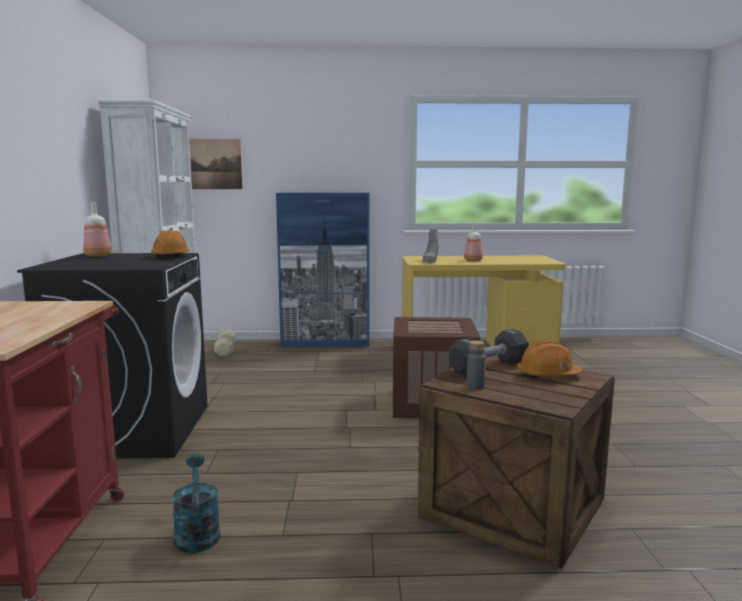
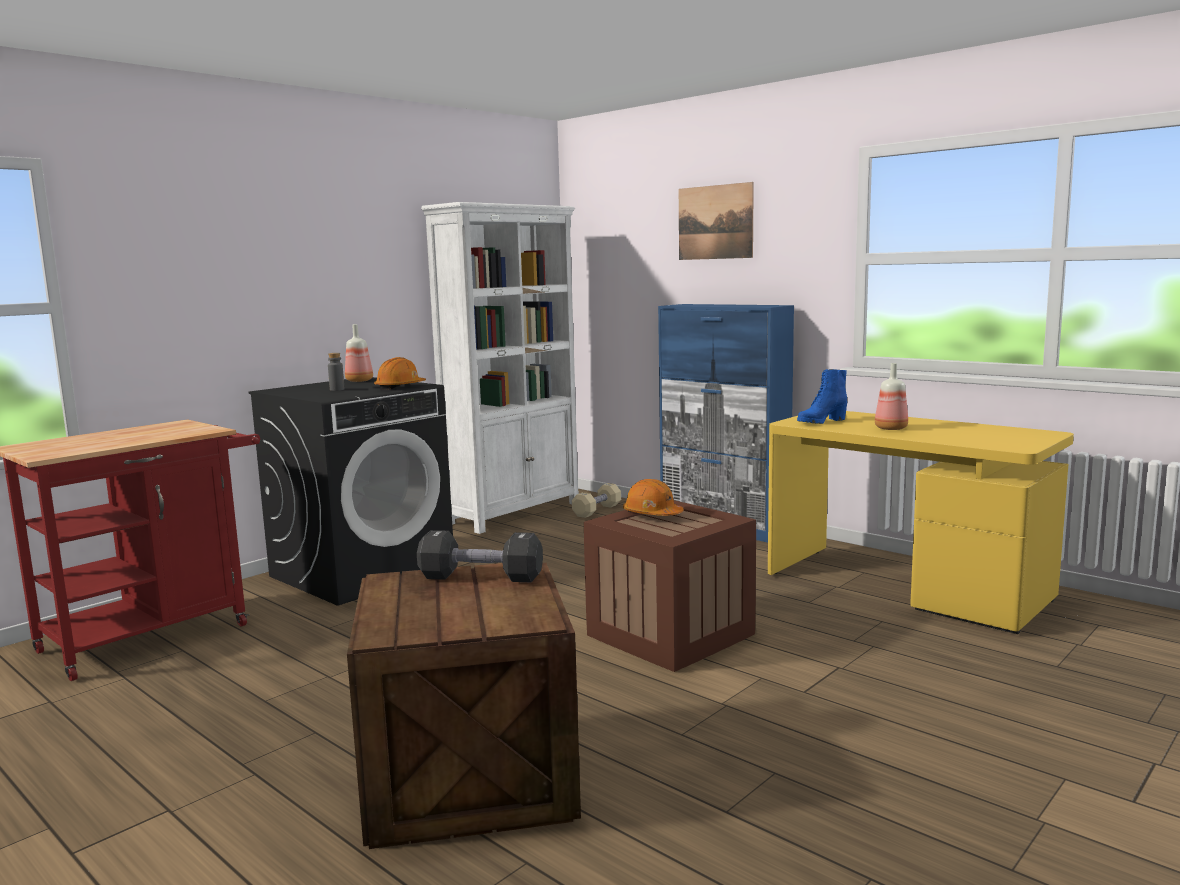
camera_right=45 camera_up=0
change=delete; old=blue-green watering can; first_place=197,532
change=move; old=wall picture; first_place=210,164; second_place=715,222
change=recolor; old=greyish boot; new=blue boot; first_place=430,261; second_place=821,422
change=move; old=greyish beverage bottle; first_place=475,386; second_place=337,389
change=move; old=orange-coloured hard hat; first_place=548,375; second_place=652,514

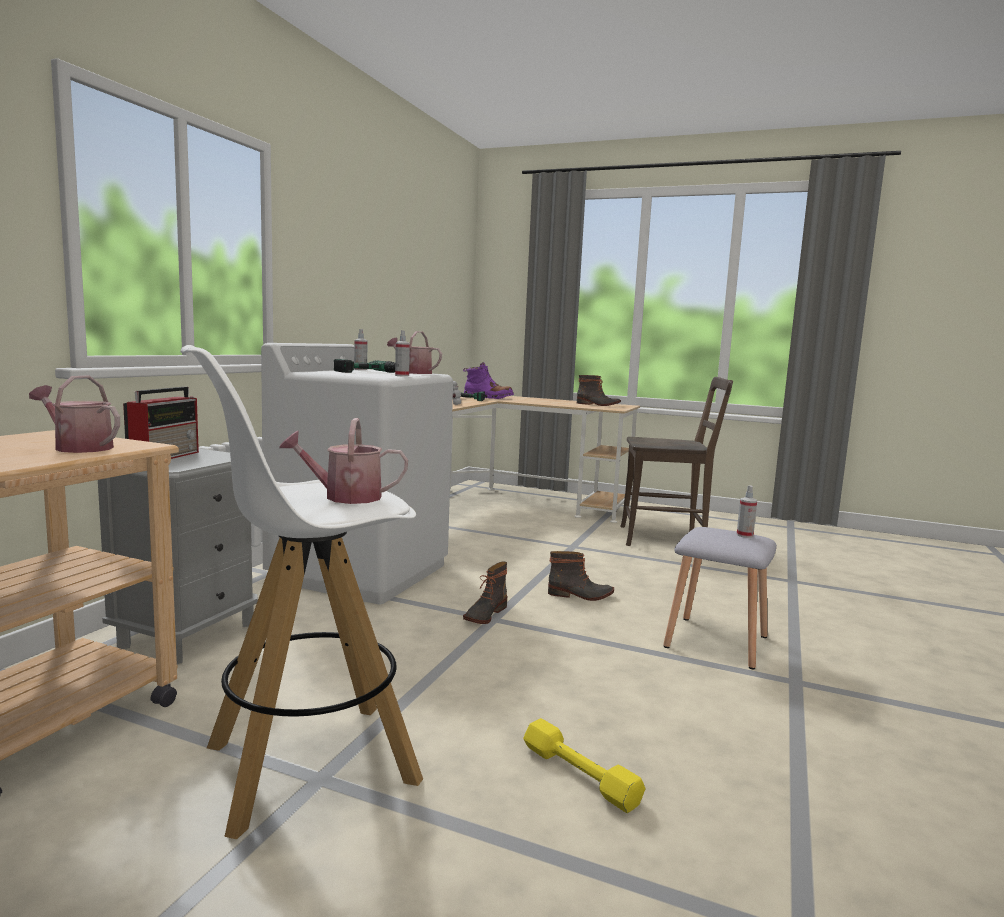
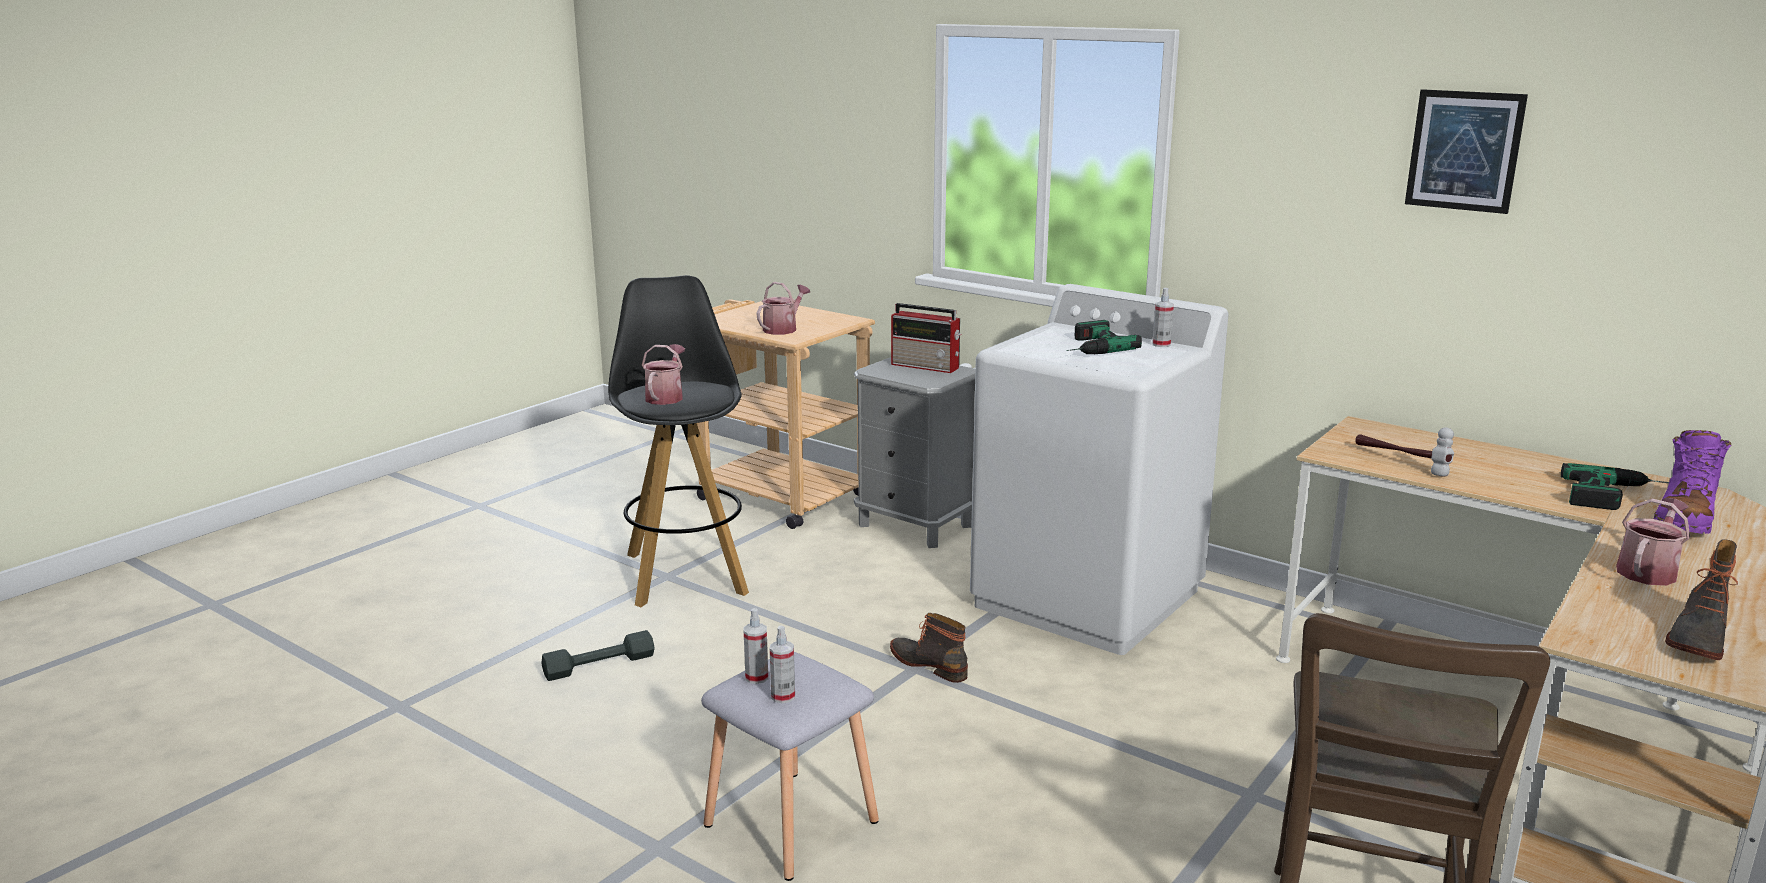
camera_right=105 camera_up=10
change=recolor; old=white-coloured sitting stool; new=black-coloured sitting stool; first_place=308,764; second_place=686,572
change=move; old=watering can; first_place=414,372; second_place=1648,570
change=move; old=sprayer; first_place=402,376; second_place=757,677
change=recolor; old=yellow-coloured dumbbell; new=greyish dumbbell; first_place=579,775; second_place=599,665
change=delete; old=boot; first_place=580,595
change=insert; new=wall picture; second_place=1464,151

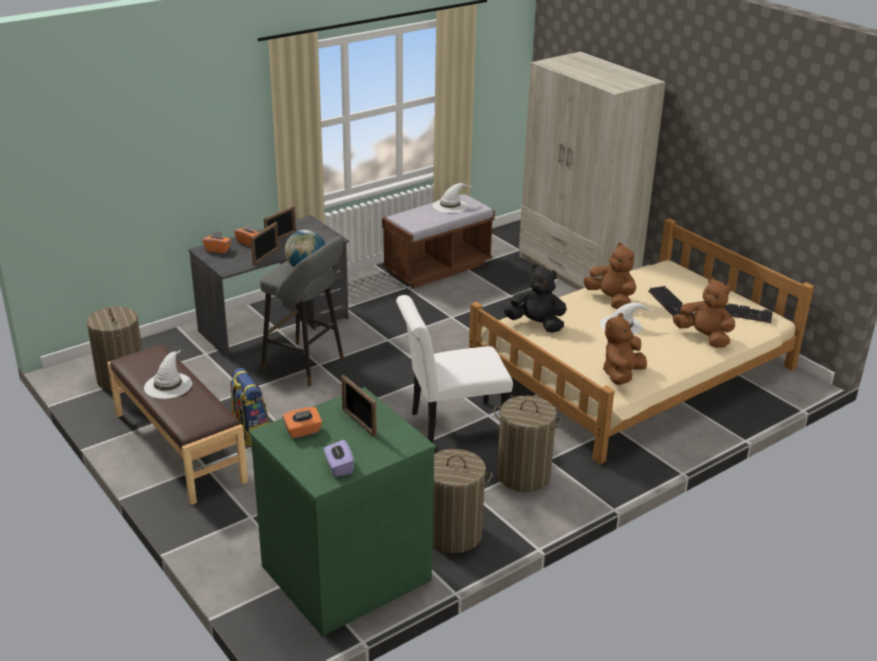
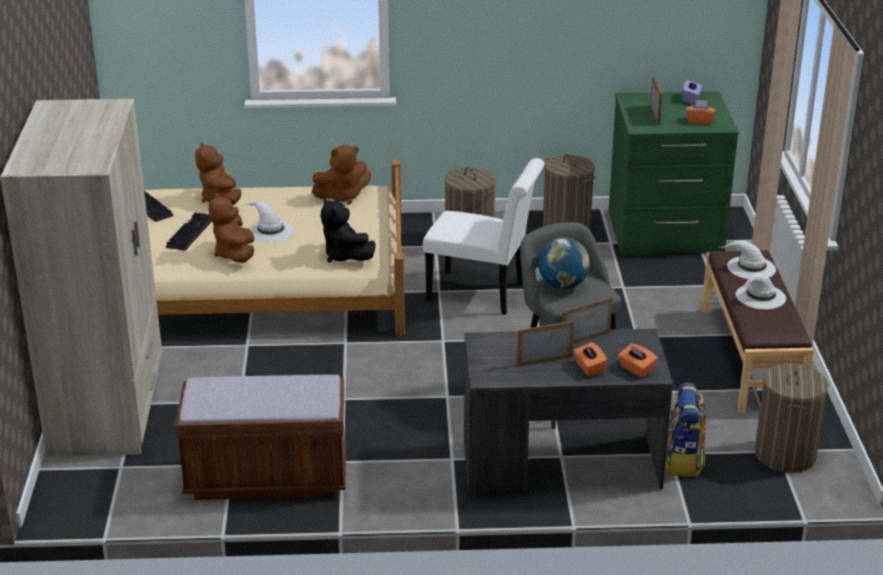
camera_right=-145 camera_up=0
change=move; old=rucksack; first_place=249,433; second_place=683,461
change=move; old=white-coloured hat; first_place=450,205; second_place=750,268

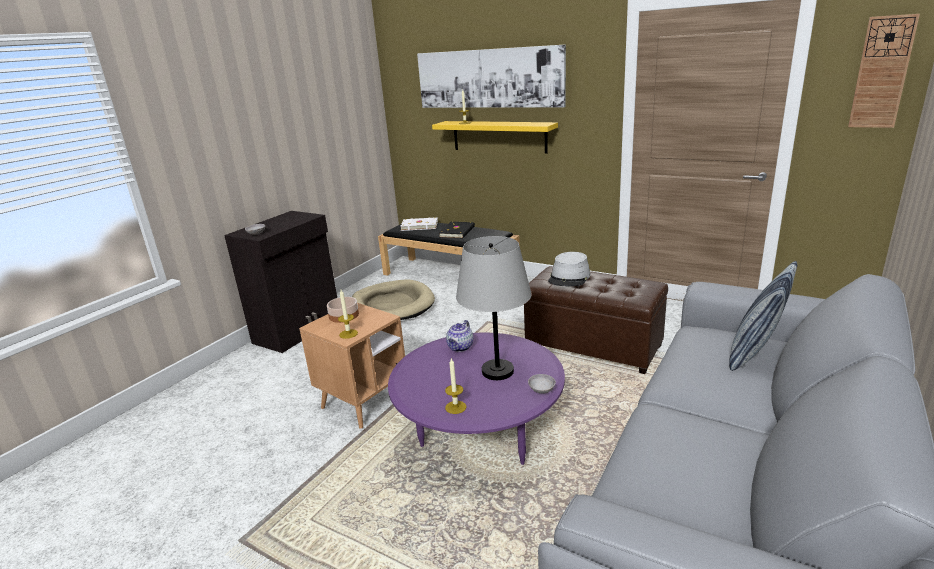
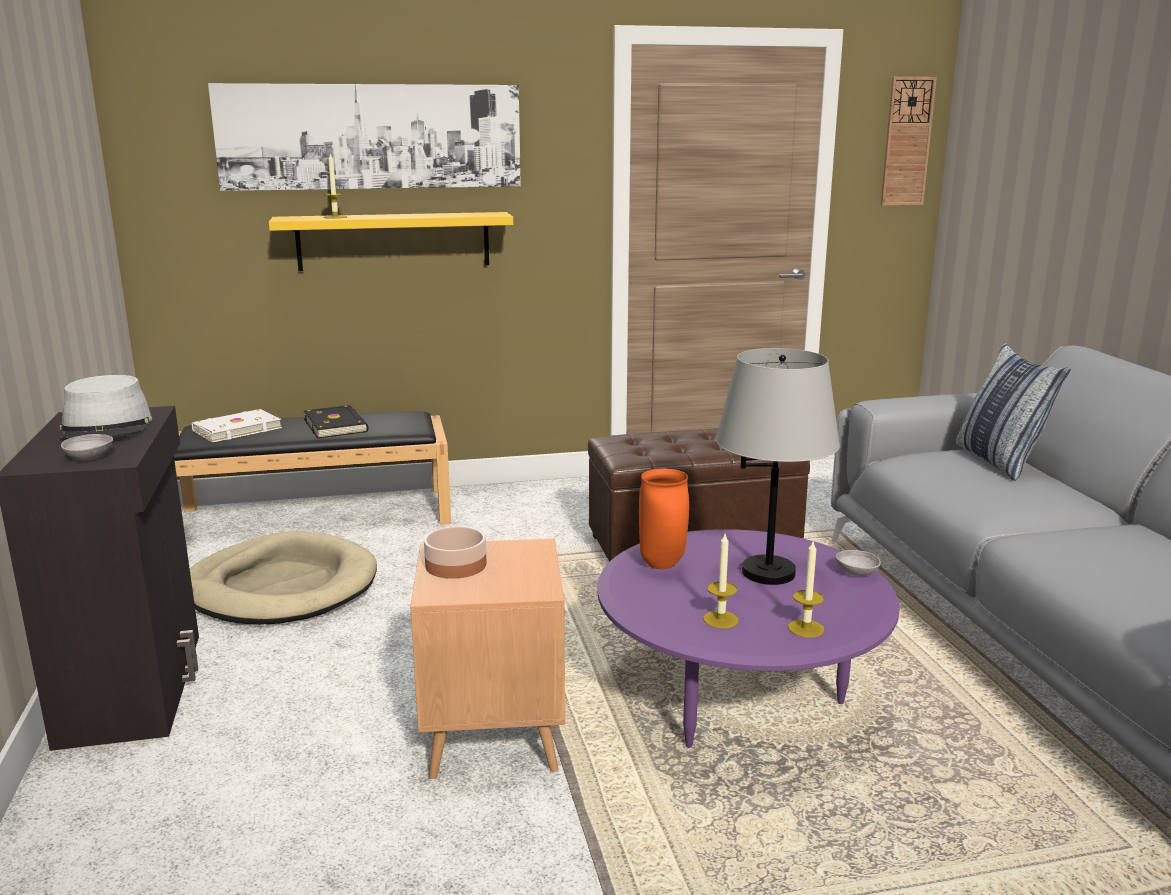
camera_right=-45 camera_up=-5
change=move; old=candle; first_place=348,334; second_place=720,619
change=replace; old=pot for tea; new=orange-coloured vase; first_place=460,347; second_place=663,564
change=move; old=greyish hat; first_place=569,277; second_place=107,427

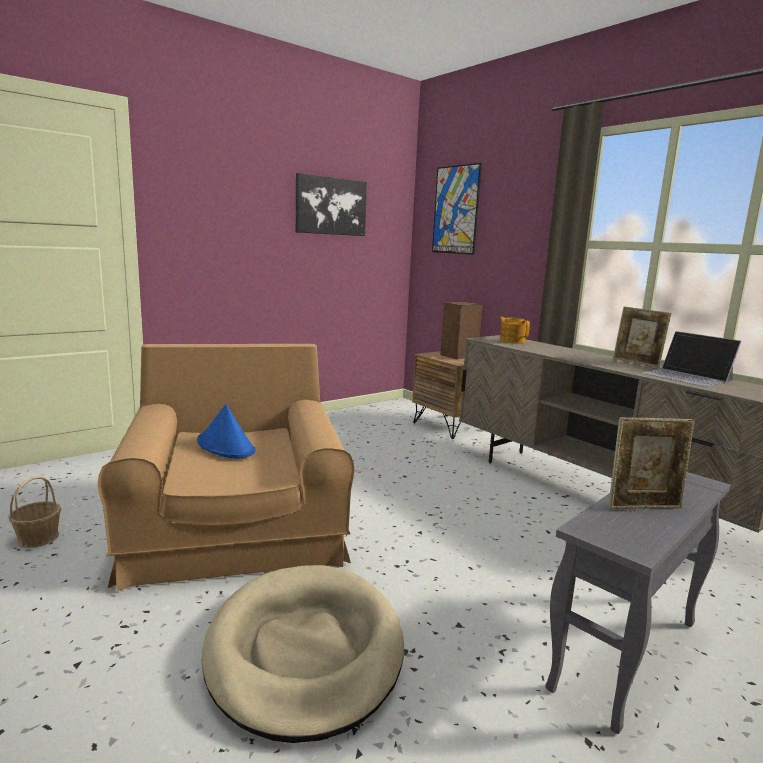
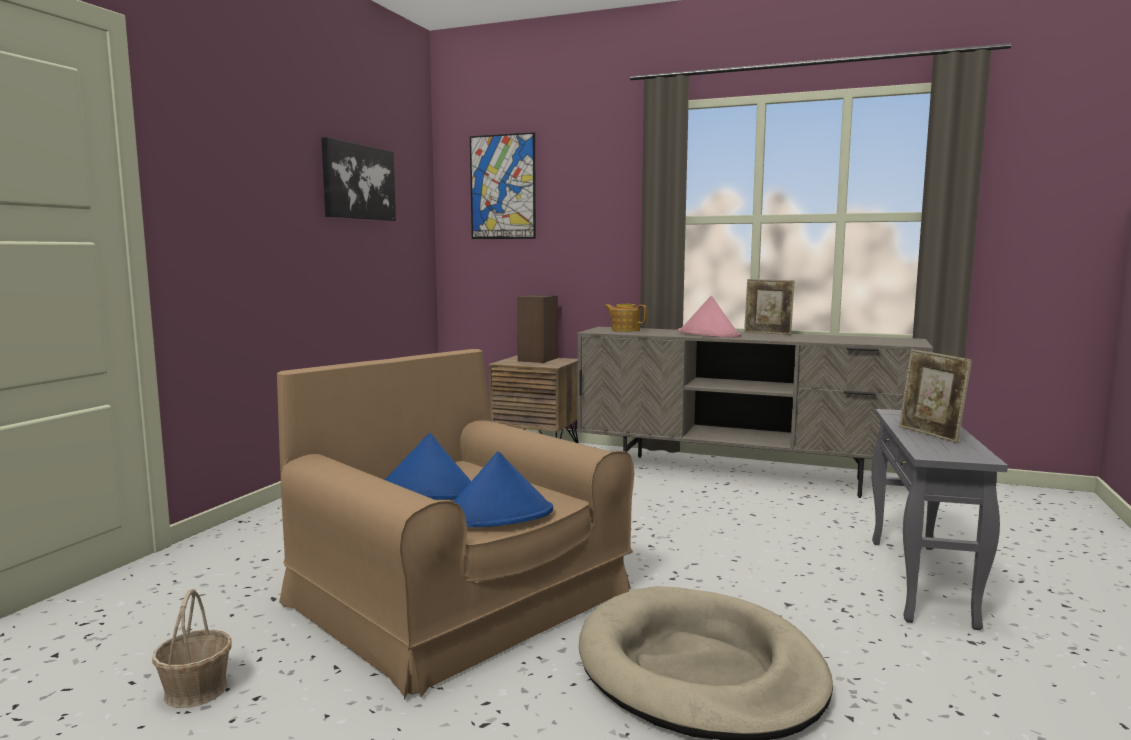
camera_right=-30 camera_up=-5
change=rotate; old=picture frame; first_place=644,506; second_place=930,435; degrees=105
change=delete; old=laptop; first_place=687,377
change=insert; new=blue hat; second_place=497,515
change=insert; new=pink-coloured hat; second_place=709,334

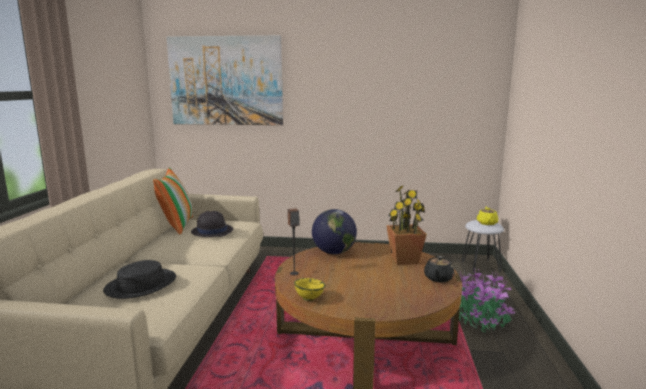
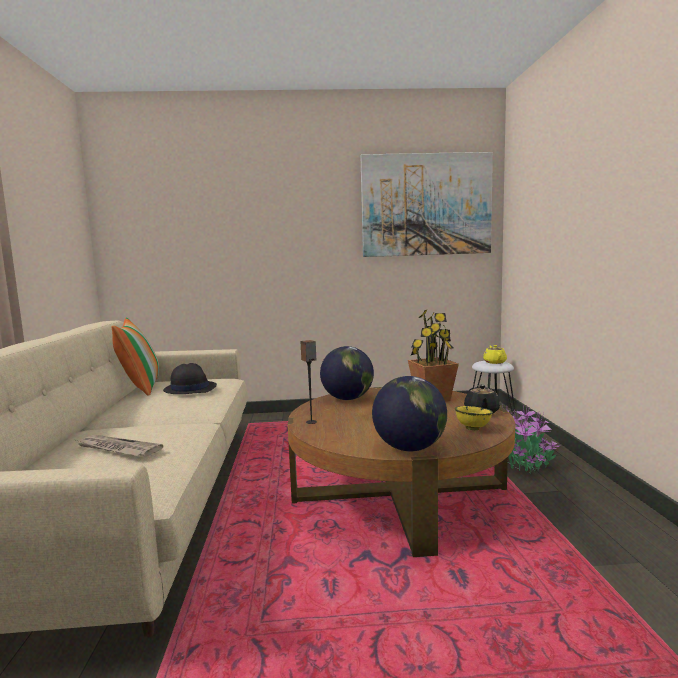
camera_right=-10 camera_up=-5
change=replace; old=black-coloured hat; new=newspaper; first_place=141,284; second_place=117,448
change=move; old=wall picture; first_place=226,81; second_place=426,205
change=move; old=yellow-coloured bowl; first_place=309,298; second_place=472,428
change=insert; new=globe; second_place=409,448

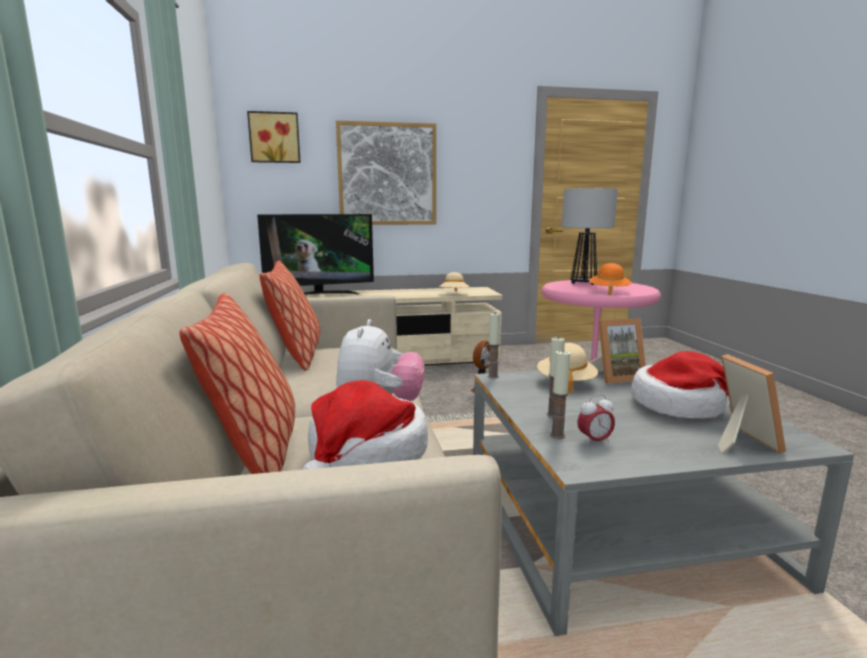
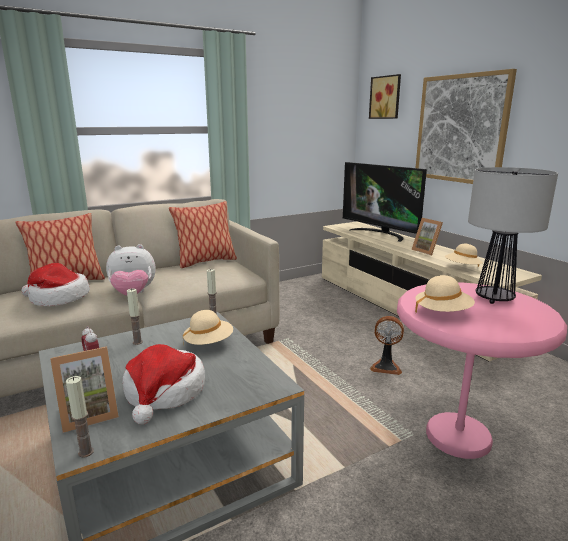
camera_right=70 camera_up=5
change=move; old=candle; first_place=557,435; second_place=86,452
change=recolor; old=orange-coloured hat; new=beige-coloured hat; first_place=608,292; second_place=442,312
change=move; old=picture frame; first_place=616,377; second_place=427,251

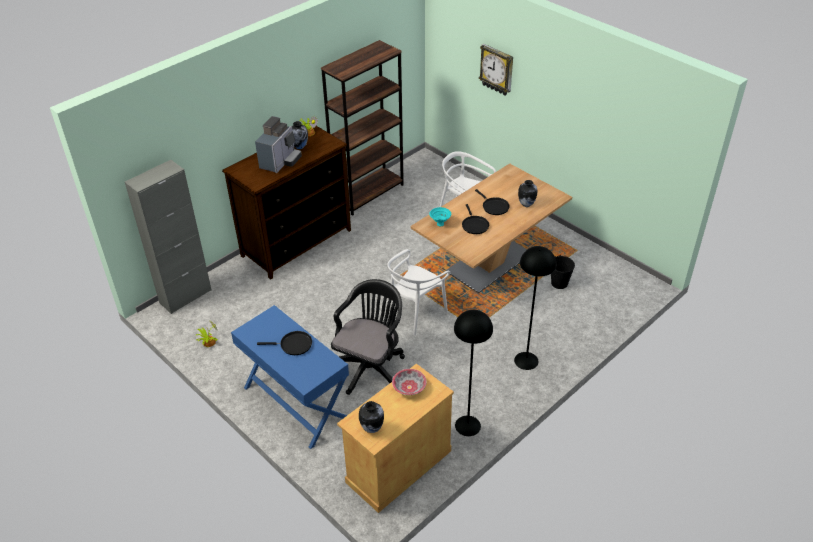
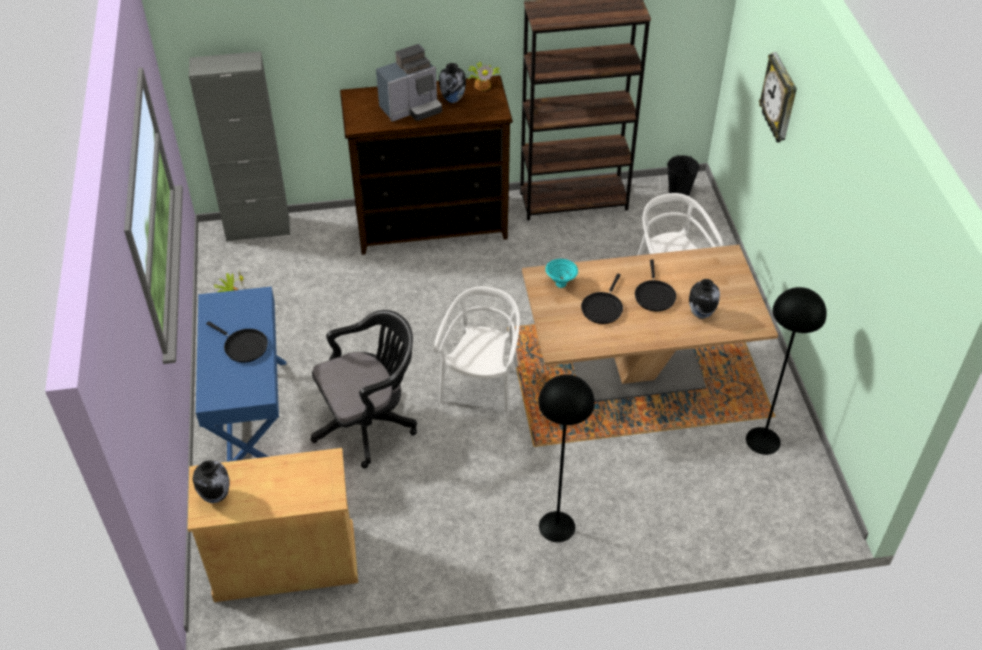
camera_right=35 camera_up=5
change=rotate; old=white-coloured plain chair; first_place=415,313; second_place=482,386; degrees=120
change=delete; old=bowl; first_place=409,387
change=move; old=black-coloured standing lamp; first_place=467,426; second_place=762,441
change=move; old=black-coloured water bucket; first_place=559,283; second_place=679,191

